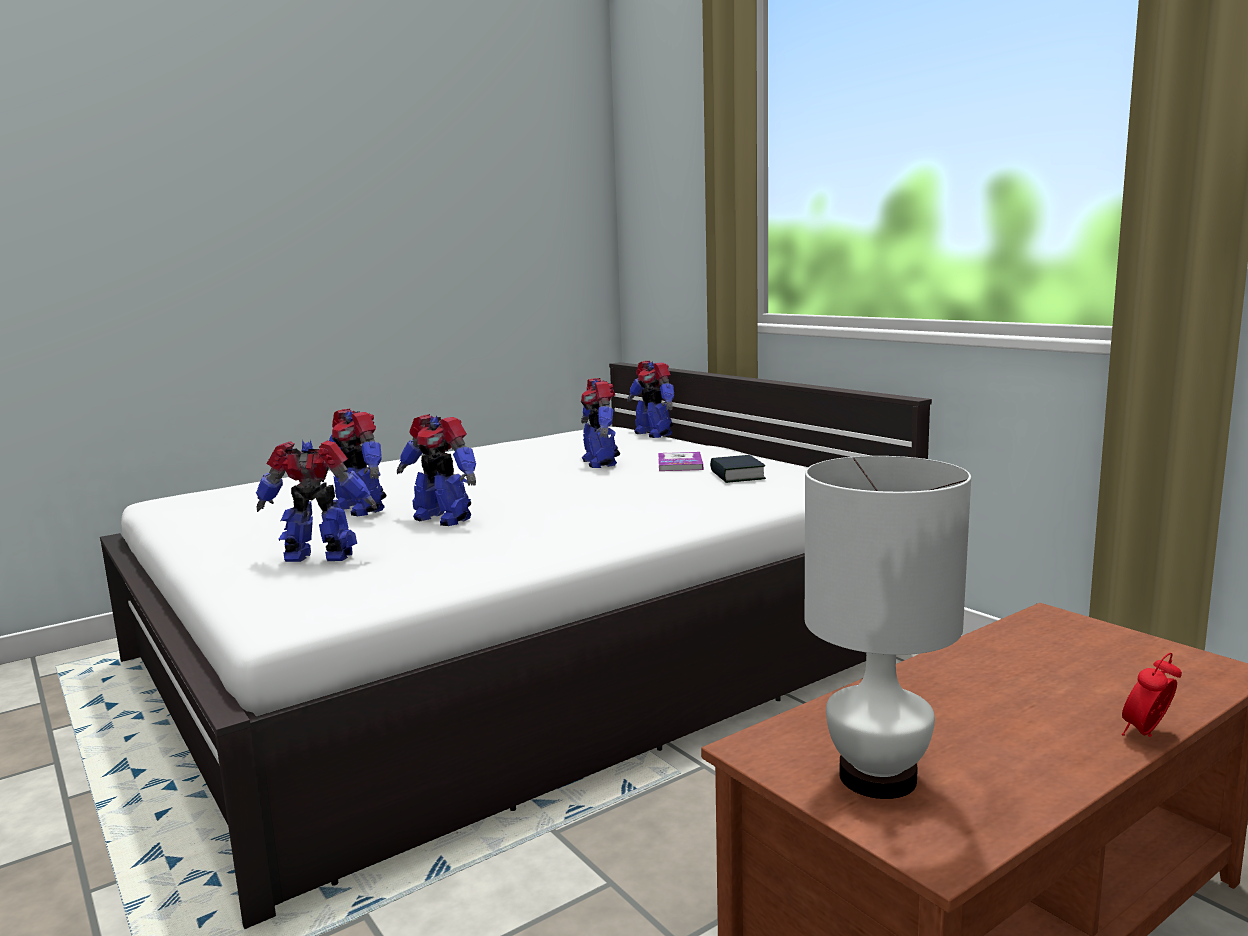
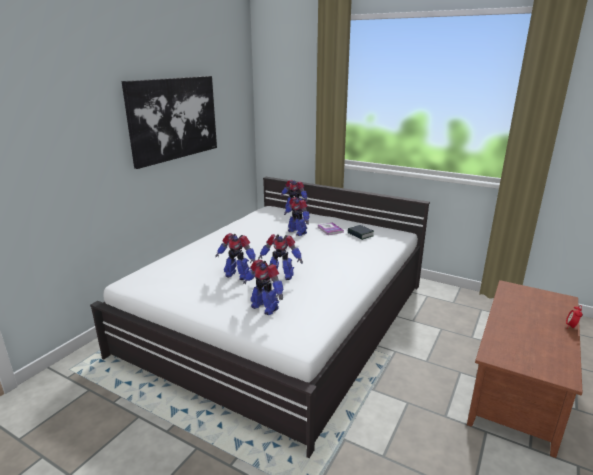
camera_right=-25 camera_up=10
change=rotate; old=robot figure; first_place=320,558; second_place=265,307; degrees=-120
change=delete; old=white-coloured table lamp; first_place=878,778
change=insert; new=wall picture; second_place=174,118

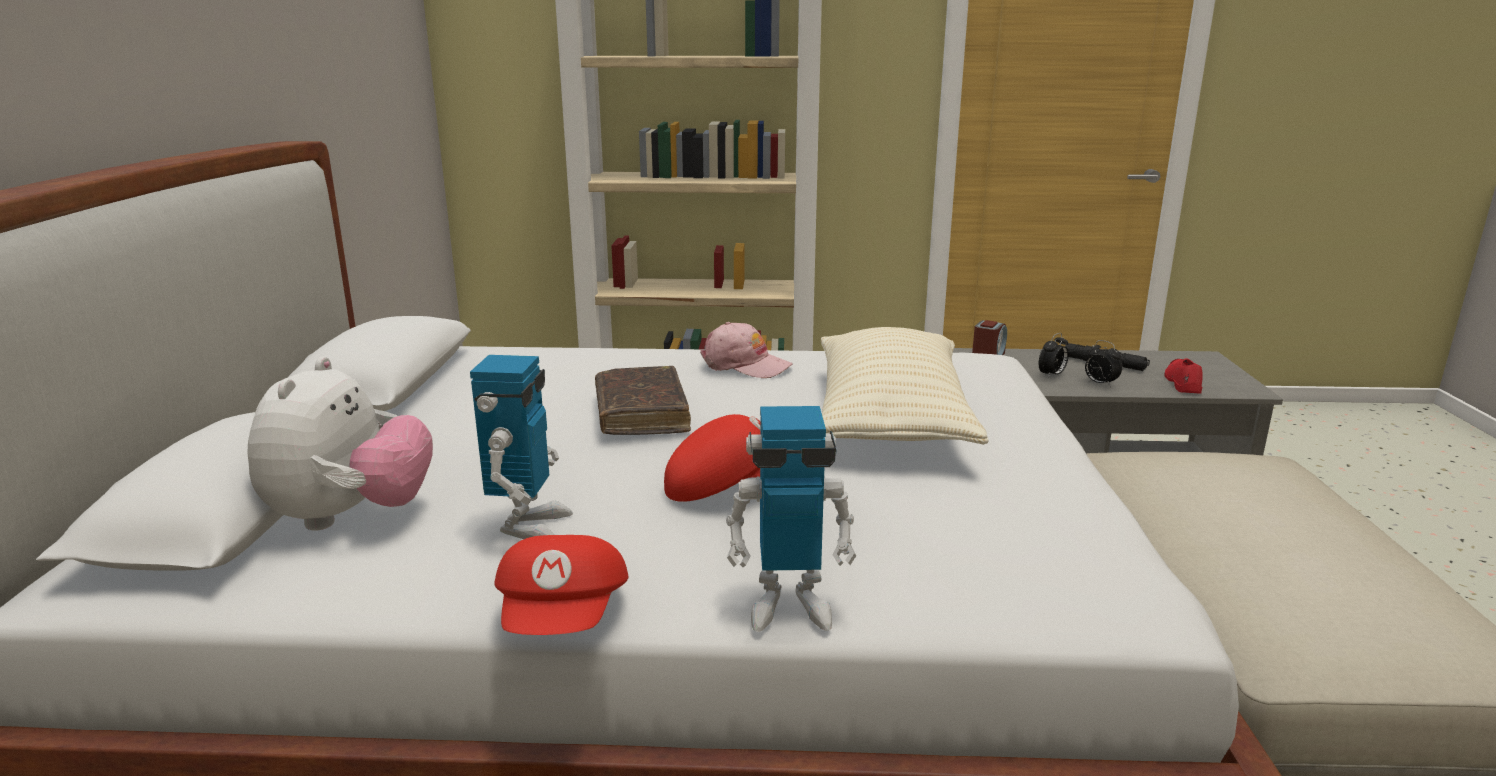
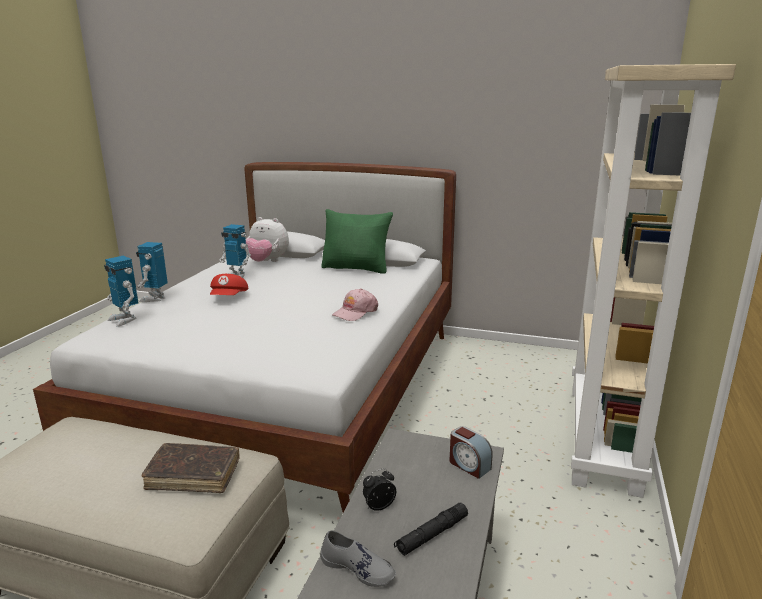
camera_right=105 camera_up=0
change=delete; old=red peaked cap; first_place=565,618
change=move; old=brown-coloured book; first_place=641,414; second_place=193,475
change=delete; old=beige-coloured cushion; first_place=890,420
change=delete; old=bedside clock; first_place=1051,375
change=recolor; old=red shoe; new=greyish shoe; first_place=1182,382; second_place=358,568
change=insert; new=robot figure; second_place=125,319
change=insert; new=green-coloured cushion; second_place=356,268

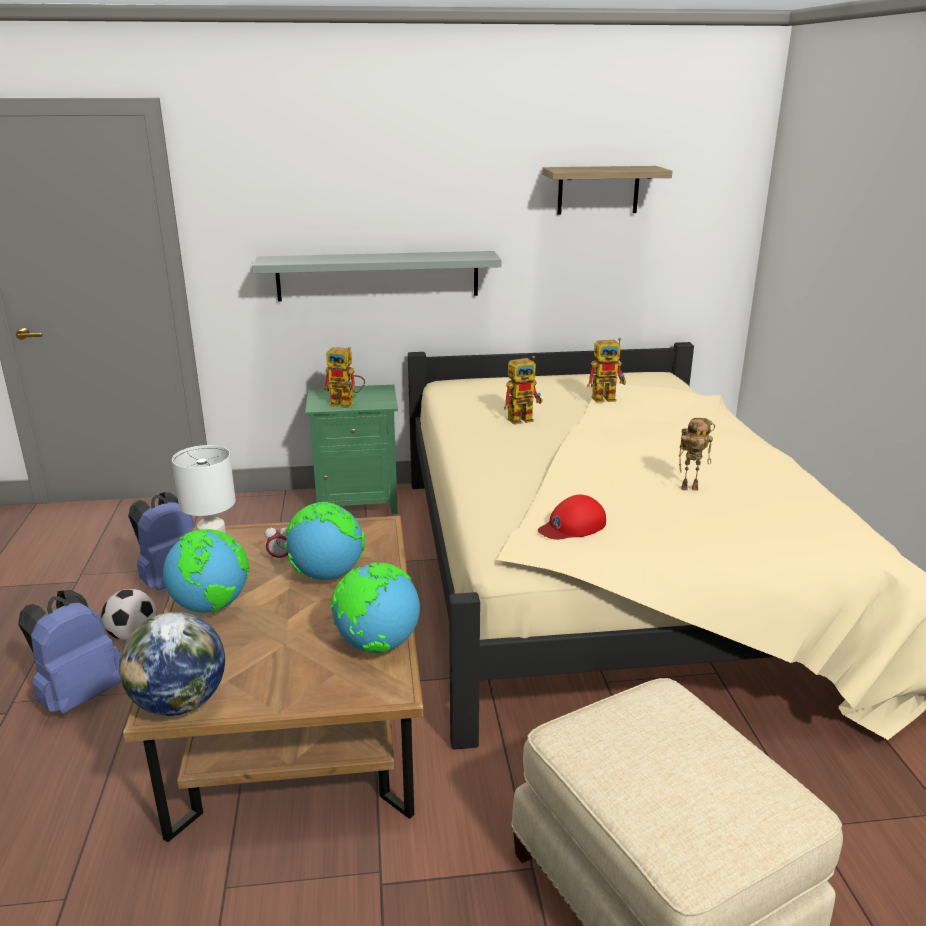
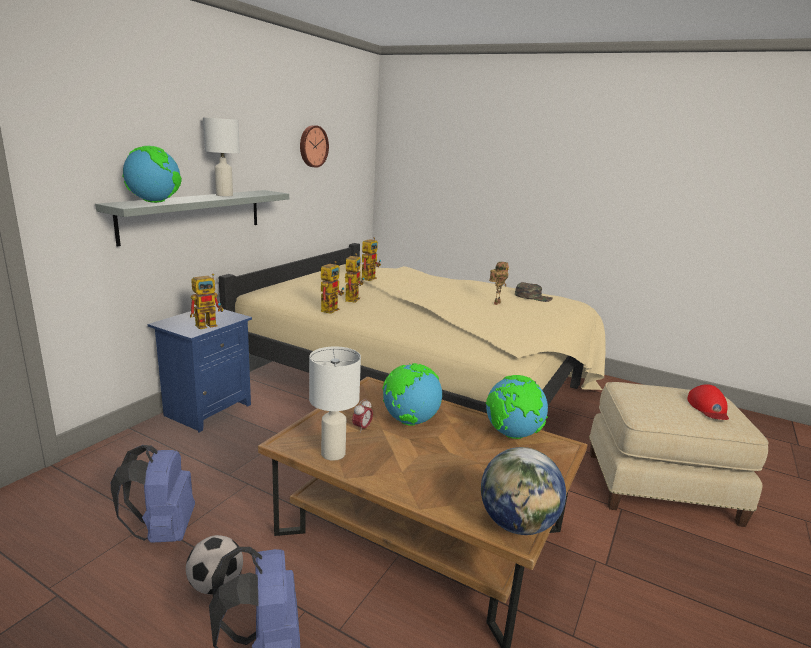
camera_right=-55 camera_up=-5
change=move; old=globe; first_place=211,606; second_place=154,202
change=recolor; old=green-coloured bedside table; new=blue bedside table; first_place=357,501; second_place=206,410
change=move; old=red peaked cap; first_place=572,526; second_place=708,407
change=replace; old=shelf; new=hanging clock; first_place=598,190; second_place=312,146
change=insert; new=white-coloured table lamp; second_place=224,195
change=insert; new=robot figure; second_place=330,309
change=insert; new=green-coloured peaked cap; second_place=533,297

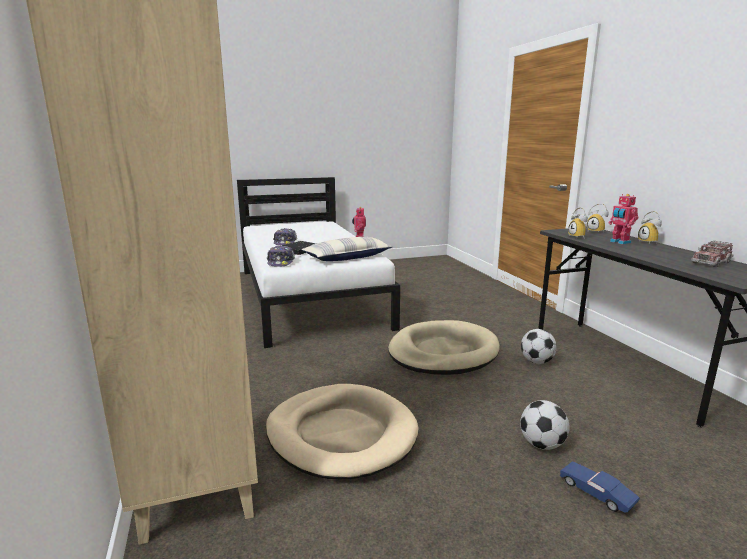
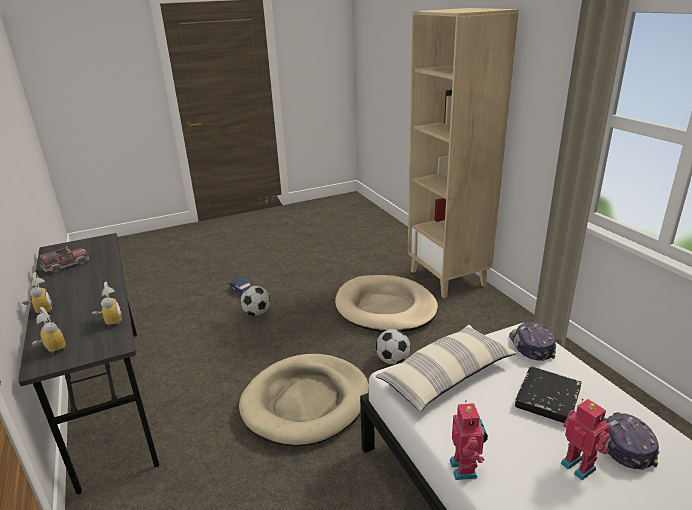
camera_right=175 camera_up=10
change=move; old=ball for football; first_place=536,361; second_place=393,360
change=move; old=robot figure; first_place=619,242; second_place=579,465

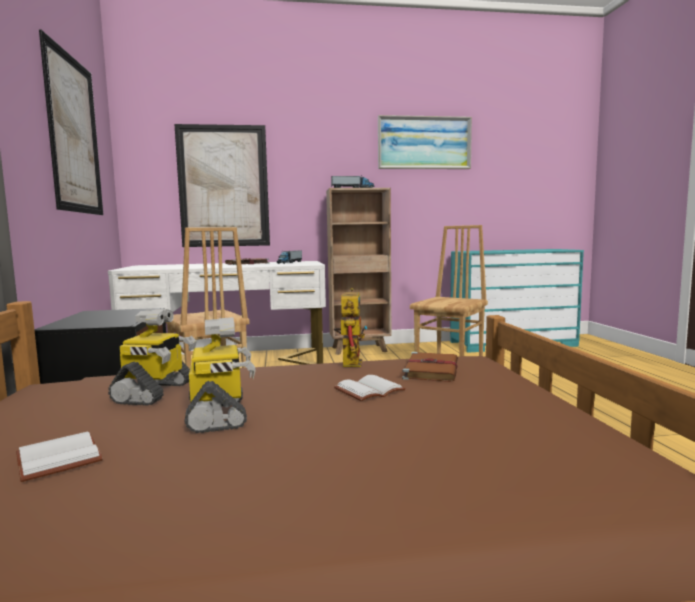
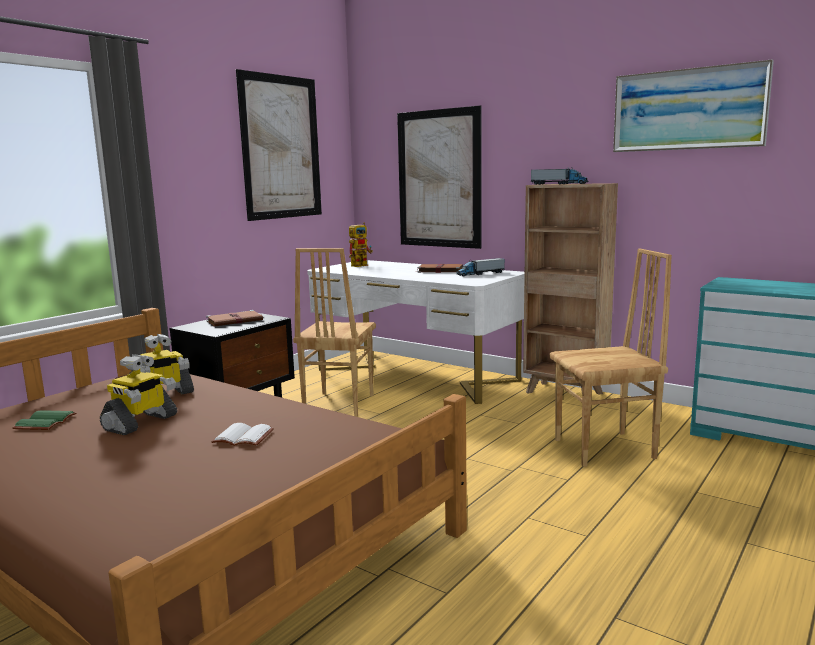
camera_right=45 camera_up=5
change=recolor; old=white-coloured book; new=green-coloured book; first_place=56,459; second_place=44,422
change=move; old=robot figure; first_place=350,361; second_place=361,265
change=move; old=brown-coloured book; first_place=431,369; second_place=235,321

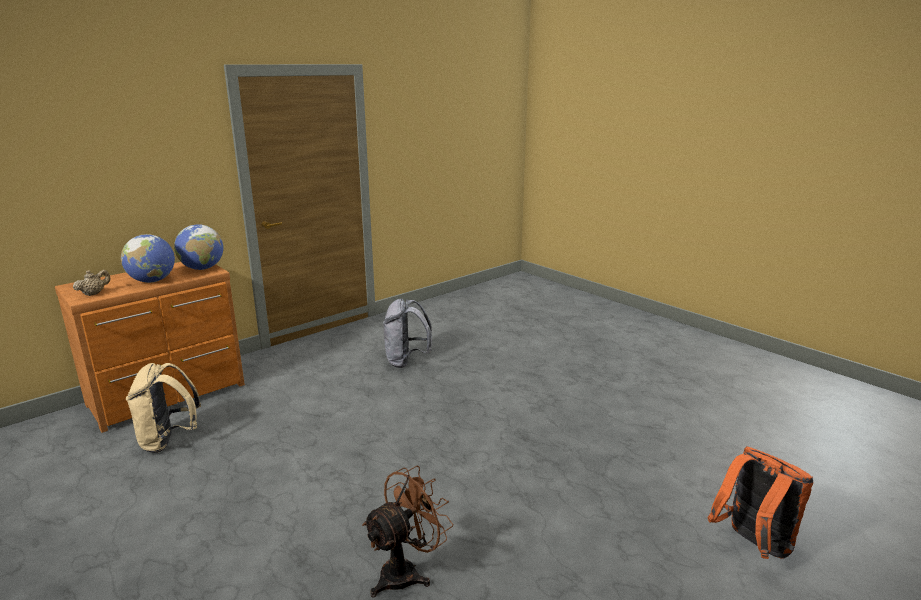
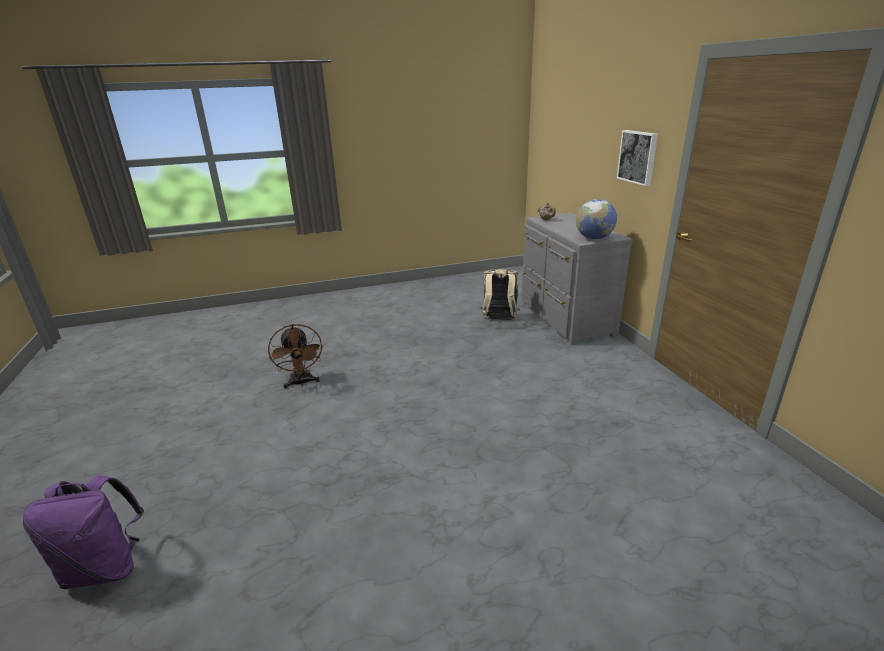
camera_right=115 camera_up=5
change=recolor; old=brown-coloured dresser; new=greyish dresser; first_place=169,395; second_place=564,319
change=delete; old=globe; first_place=152,281
change=delete; old=greyish rucksack; first_place=406,361
change=recolor; old=orange-coloured rucksack; new=purple-coloured rucksack; first_place=753,545; second_place=106,568
change=insert; new=wall picture; second_place=638,157

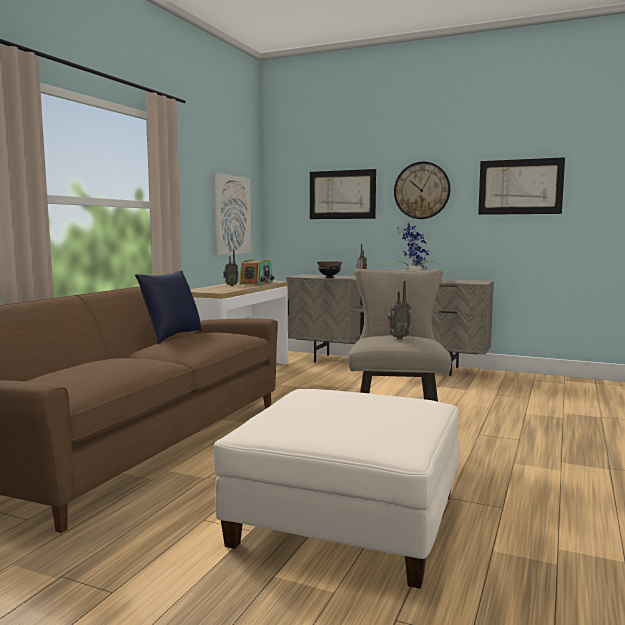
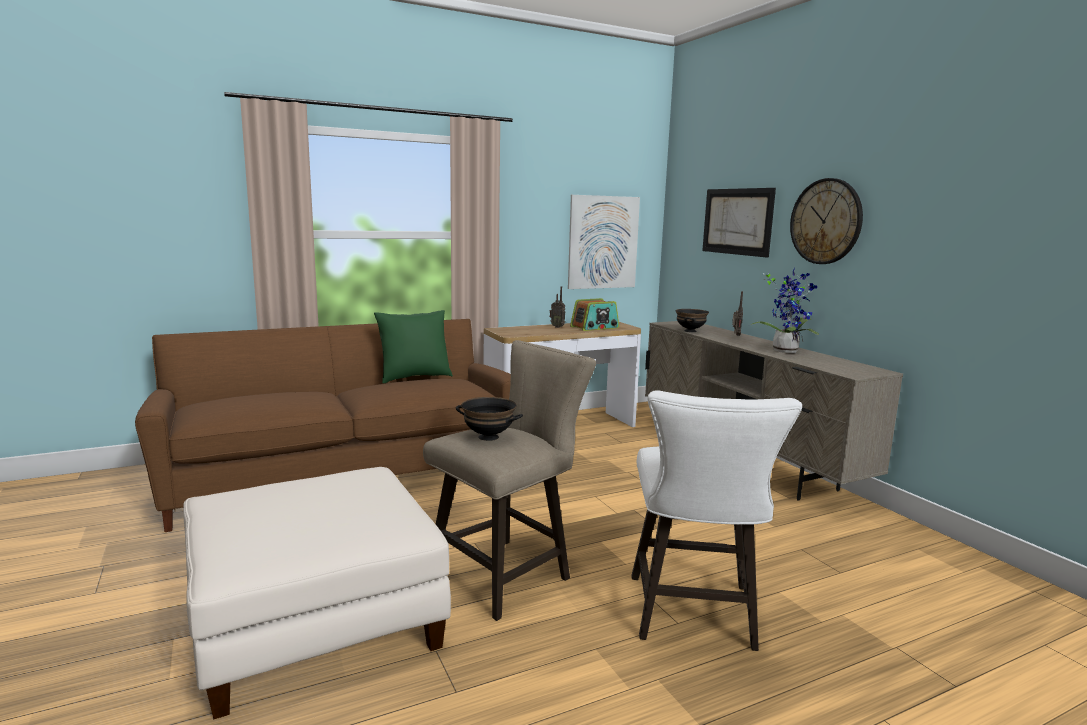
camera_right=40 camera_up=5
change=recolor; old=blue cushion; new=green-coloured cushion; first_place=171,336; second_place=414,377
change=replace; old=radio receiver; new=black-coloured bowl; first_place=397,338; second_place=489,437
change=delete; old=wall picture; first_place=520,187
change=insert; new=white-coloured sitting stool; second_place=693,618

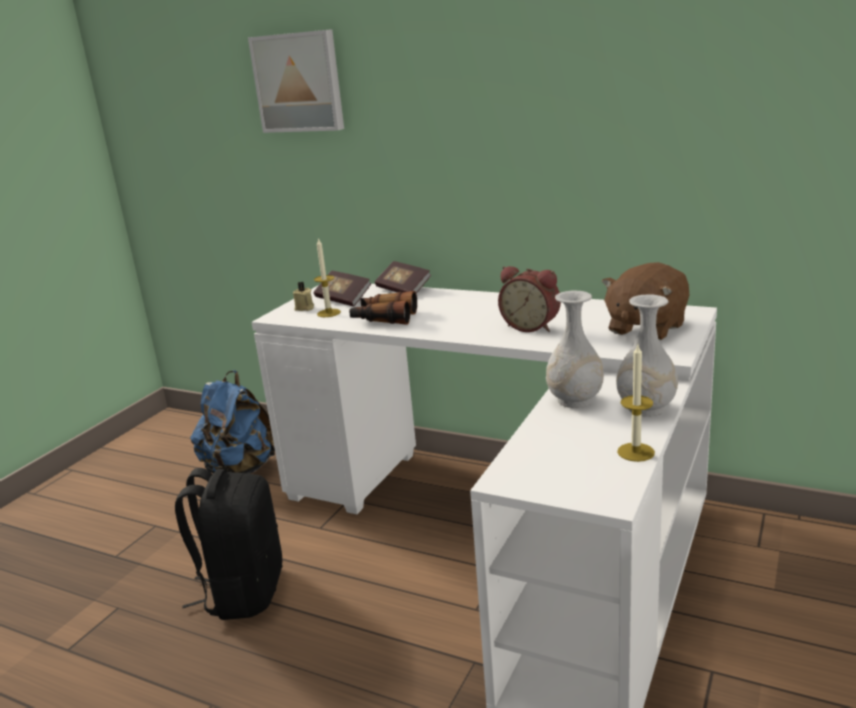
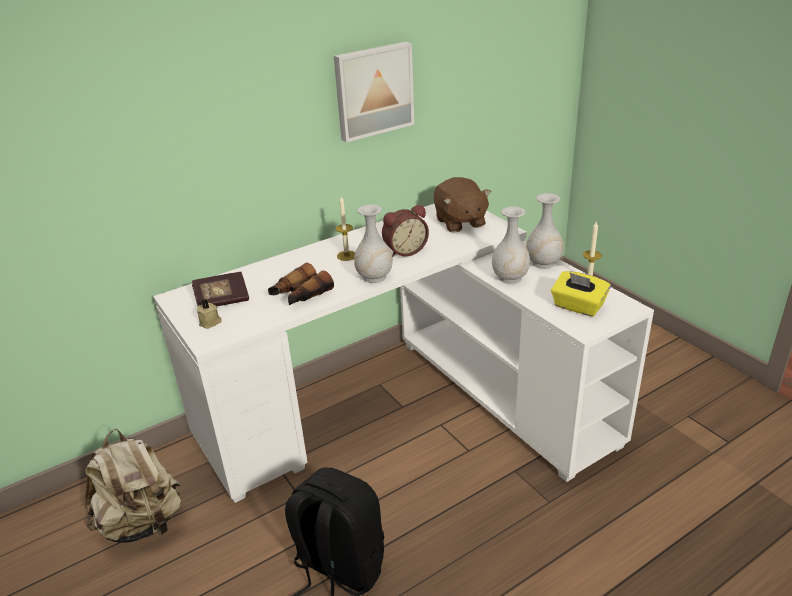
camera_right=-60 camera_up=10
change=recolor; old=blue rucksack; new=beige-coloured rucksack; first_place=240,470; second_place=142,523
change=move; old=wall picture; first_place=299,82; second_place=373,90
change=move; old=candle; first_place=328,313; second_place=346,255
change=delete; old=book; first_place=403,290
change=insert; new=white-coloured vase; second_place=374,277
change=insert; new=yellow-coloured tissue holder; second_place=578,306

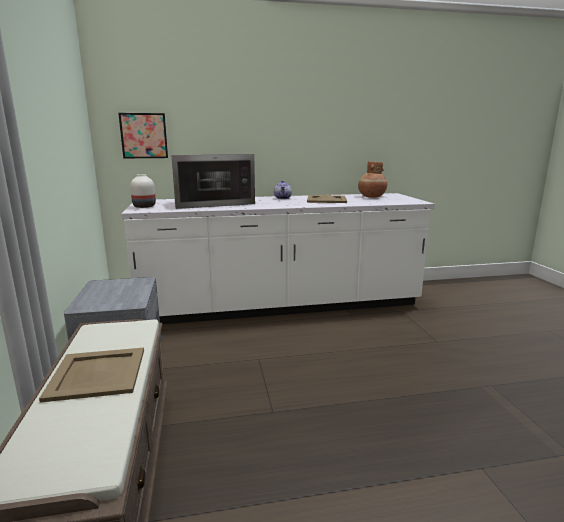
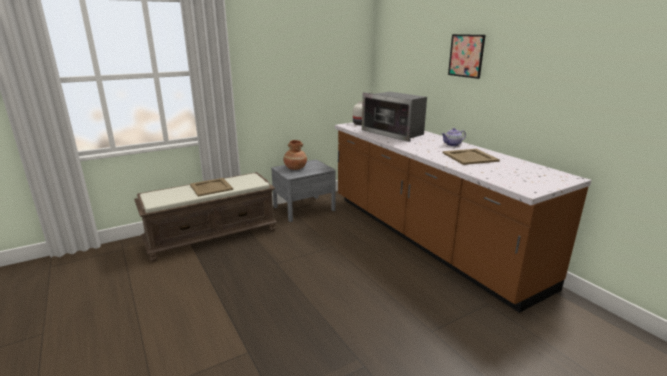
camera_right=70 camera_up=5
change=move; old=wall picture; first_place=144,136; second_place=466,56
change=recolor; old=white-coloured kitchen base unit; new=brown-coloured kitchen base unit; first_place=280,305; second_place=425,237
change=move; old=brown-coloured vase; first_place=371,196; second_place=295,168

